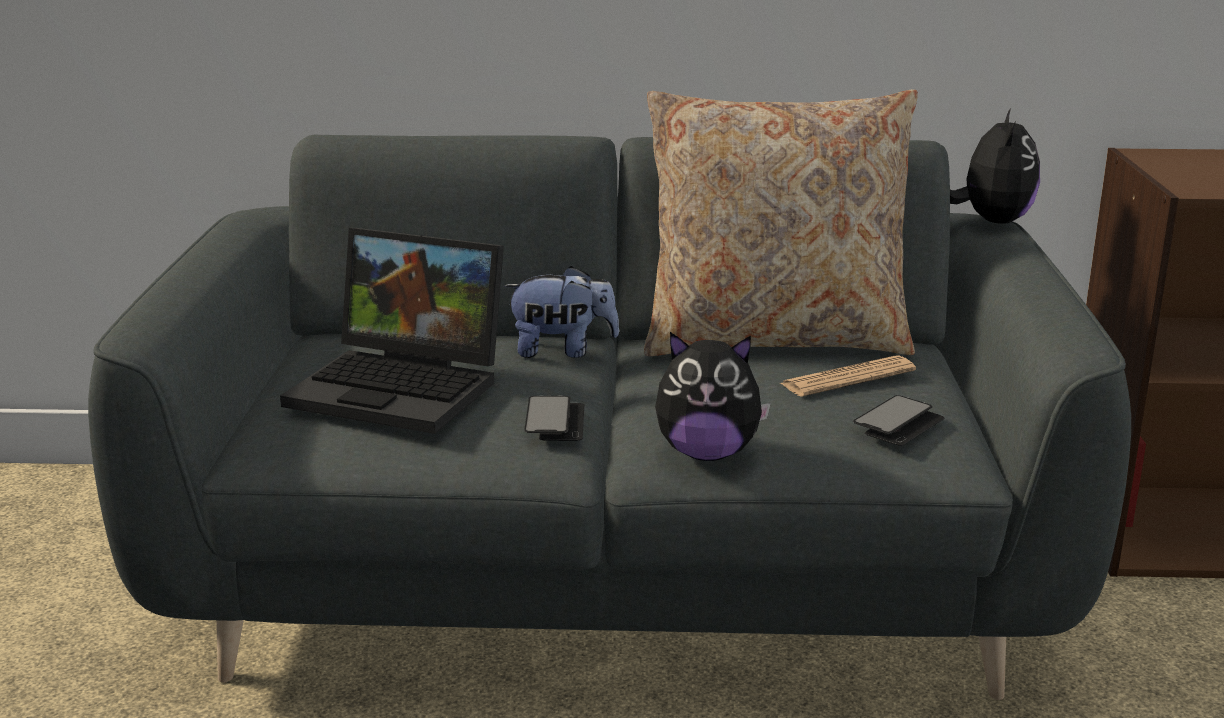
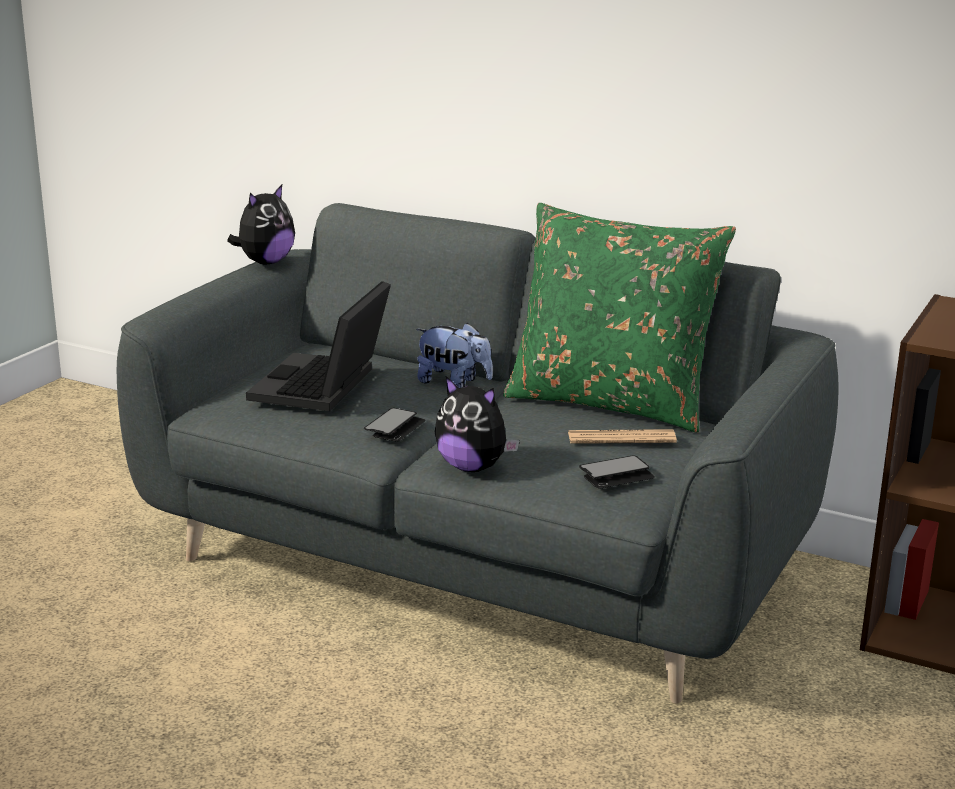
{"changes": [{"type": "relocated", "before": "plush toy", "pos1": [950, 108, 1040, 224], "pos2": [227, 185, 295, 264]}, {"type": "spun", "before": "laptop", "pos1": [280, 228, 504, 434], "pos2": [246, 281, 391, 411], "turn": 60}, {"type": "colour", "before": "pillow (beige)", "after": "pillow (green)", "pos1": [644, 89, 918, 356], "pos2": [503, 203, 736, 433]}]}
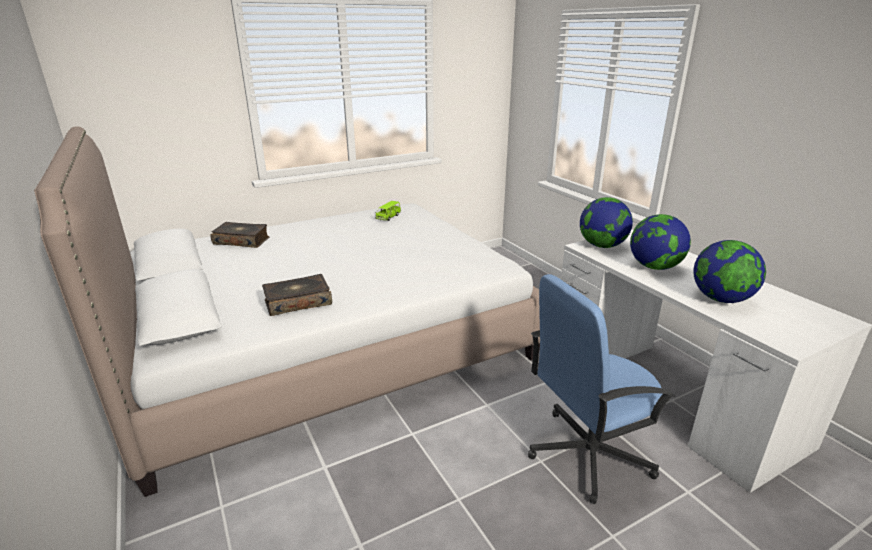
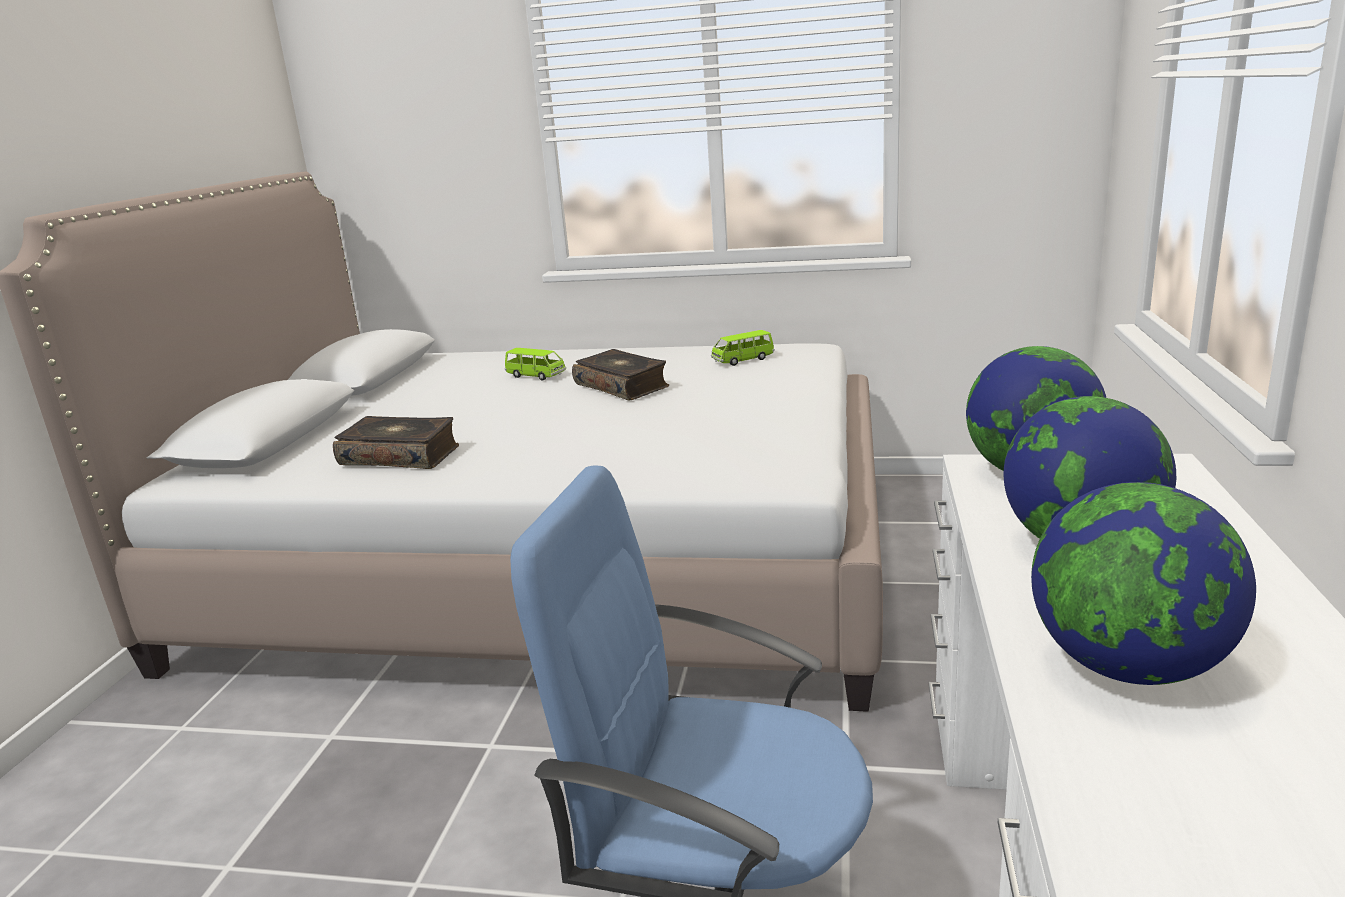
{"changes": [{"type": "appeared", "after": "toy car (green)", "pos2": [505, 348, 566, 380]}, {"type": "relocated", "before": "book", "pos1": [211, 222, 269, 248], "pos2": [572, 349, 669, 401]}]}
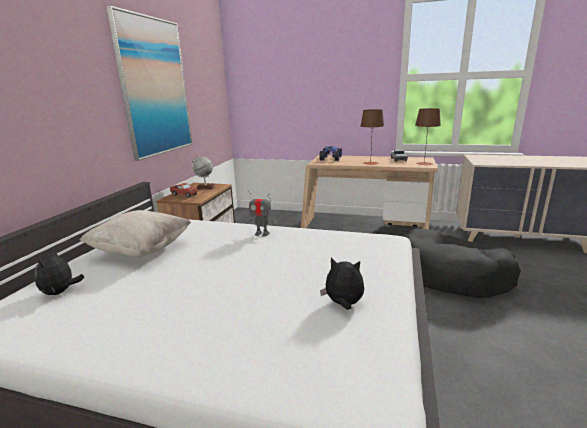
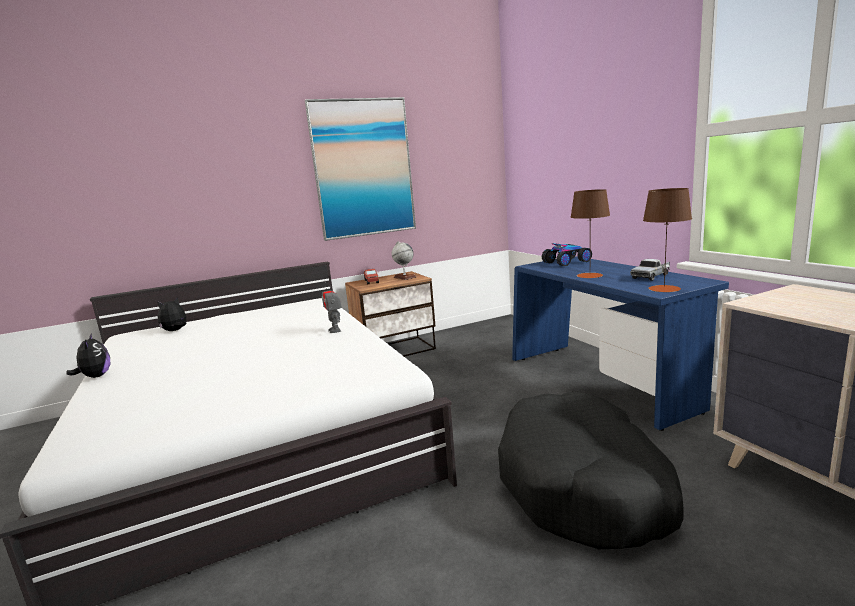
{"changes": [{"type": "relocated", "before": "plush toy", "pos1": [320, 258, 364, 310], "pos2": [66, 334, 110, 378]}, {"type": "colour", "before": "desk (beige)", "after": "desk (blue)", "pos1": [301, 155, 438, 230], "pos2": [512, 256, 729, 431]}, {"type": "missing", "before": "pillow (beige)", "pos1": [80, 210, 191, 257]}]}
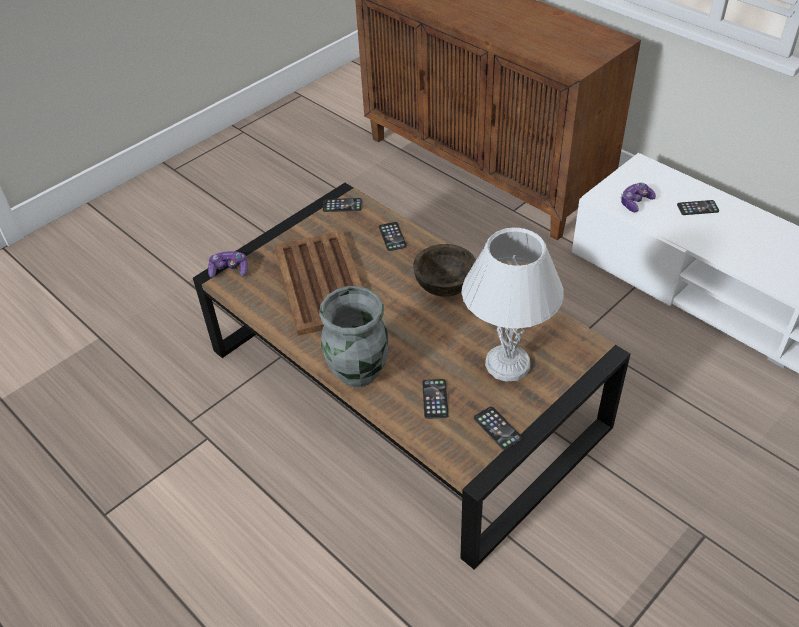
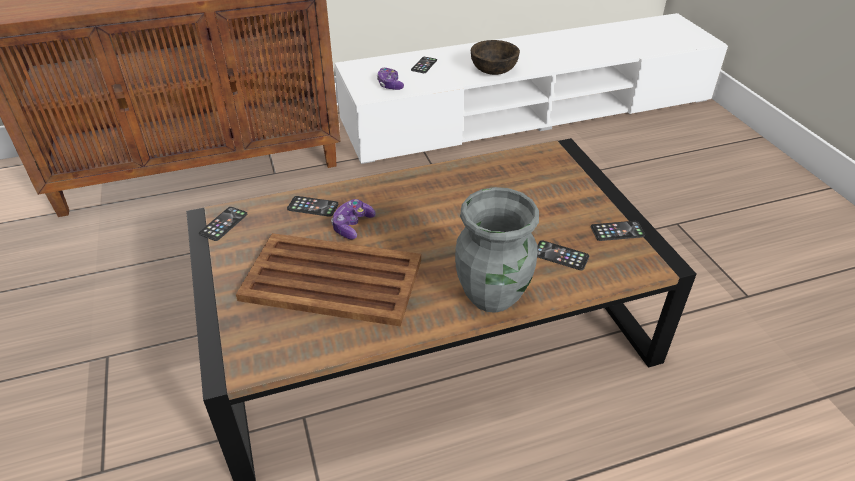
{"changes": [{"type": "relocated", "before": "game controller", "pos1": [208, 251, 248, 278], "pos2": [331, 199, 376, 239]}, {"type": "relocated", "before": "bowl (brown)", "pos1": [413, 244, 476, 297], "pos2": [471, 40, 520, 75]}, {"type": "missing", "before": "table lamp (white)", "pos1": [461, 227, 564, 382]}]}
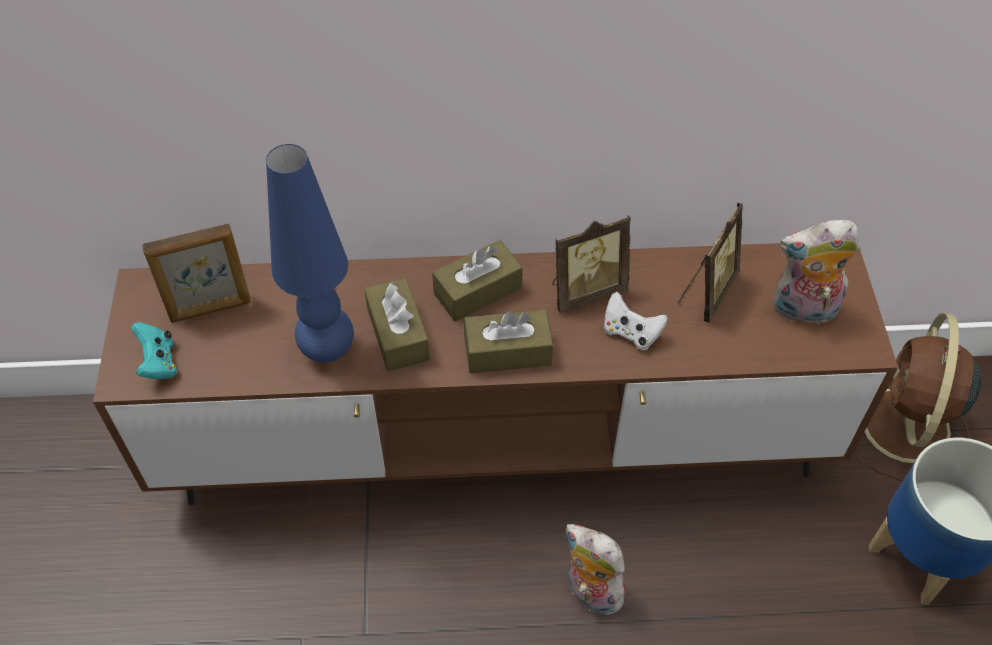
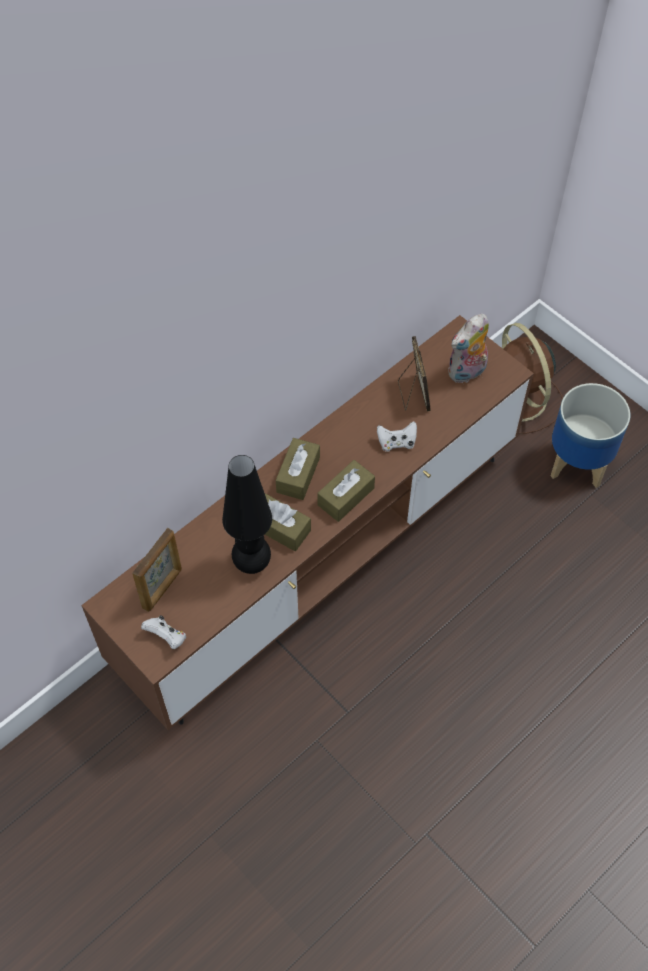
{"changes": [{"type": "colour", "before": "game controller (turquoise)", "after": "game controller (white)", "pos1": [131, 322, 177, 379], "pos2": [141, 615, 186, 649]}, {"type": "colour", "before": "table lamp (blue)", "after": "table lamp (black)", "pos1": [266, 144, 354, 363], "pos2": [222, 455, 272, 574]}, {"type": "missing", "before": "picture frame", "pos1": [552, 215, 631, 313]}, {"type": "missing", "before": "plush toy", "pos1": [565, 524, 627, 616]}]}
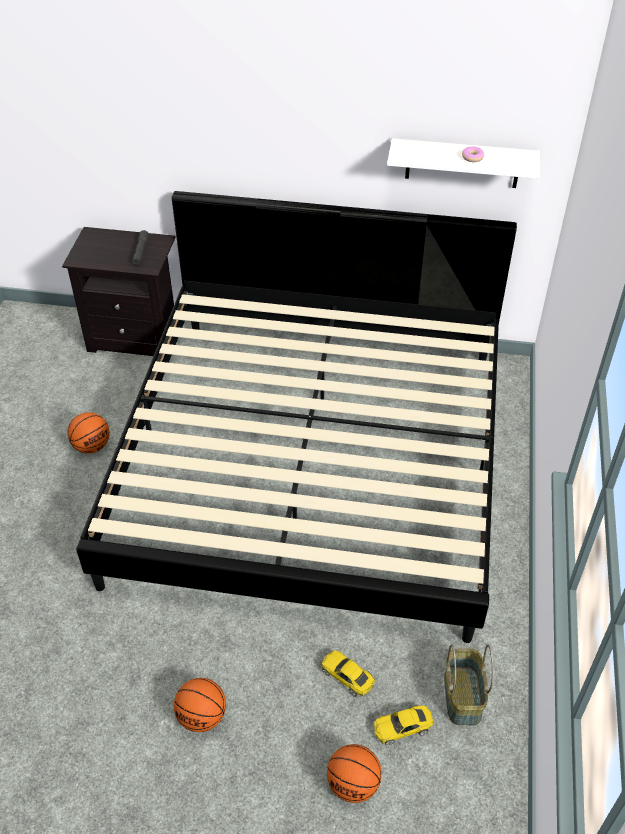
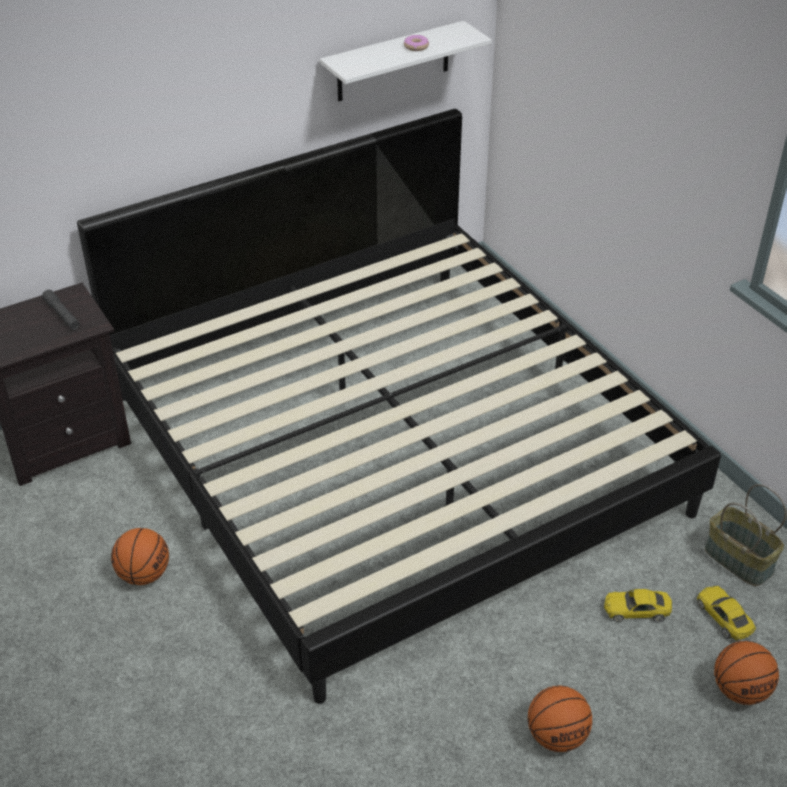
{"changes": [{"type": "spun", "before": "toy car (yellow)", "pos1": [374, 705, 434, 745], "pos2": [697, 586, 756, 641], "turn": 120}]}
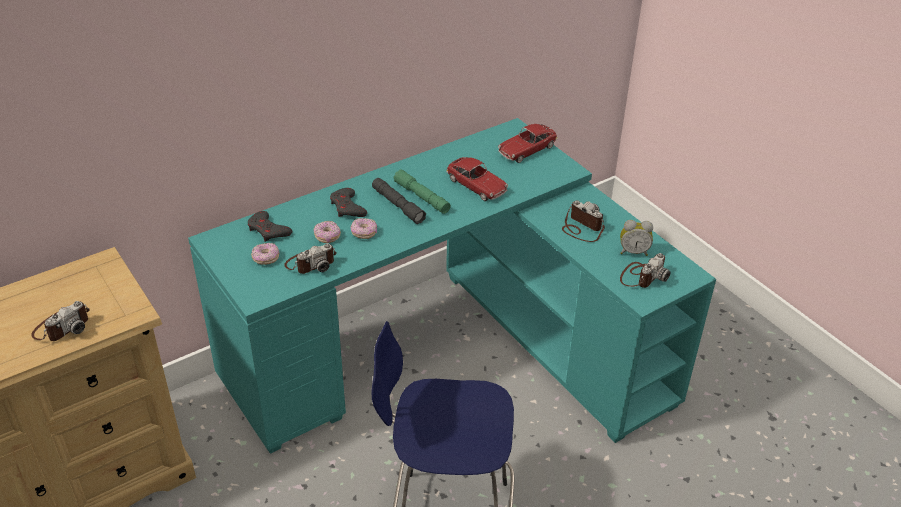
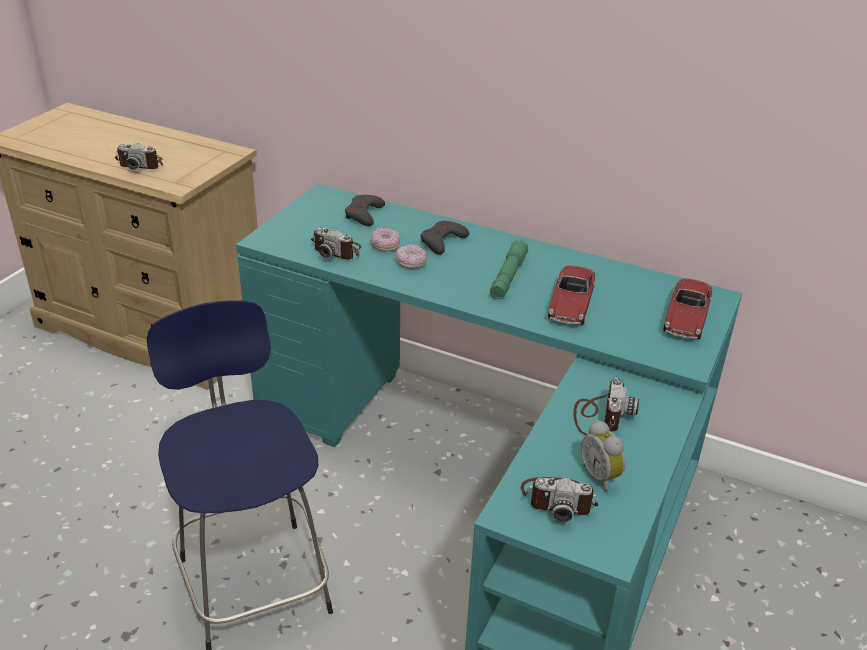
{"changes": [{"type": "spun", "before": "toy car", "pos1": [498, 124, 557, 163], "pos2": [663, 279, 712, 339], "turn": -90}, {"type": "missing", "before": "donut", "pos1": [251, 243, 280, 265]}, {"type": "missing", "before": "flashlight (grey)", "pos1": [372, 178, 426, 224]}]}
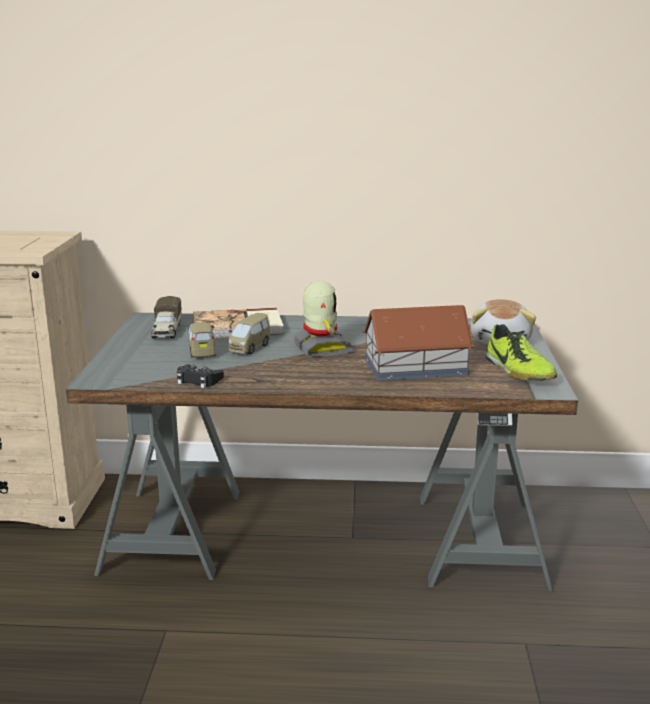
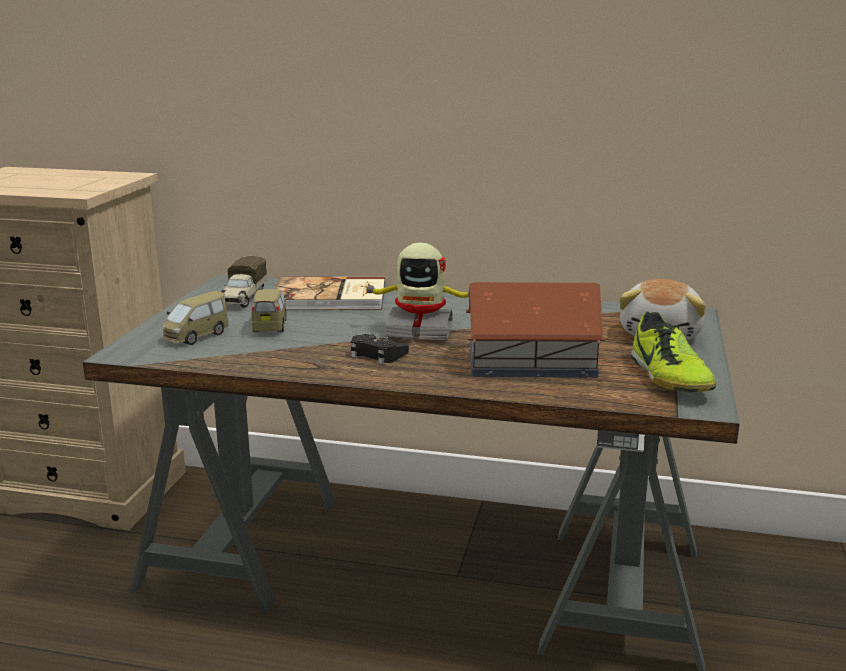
{"changes": [{"type": "relocated", "before": "toy car", "pos1": [228, 313, 270, 354], "pos2": [163, 291, 228, 345]}, {"type": "relocated", "before": "game controller (black)", "pos1": [177, 364, 224, 388], "pos2": [351, 333, 409, 365]}, {"type": "spun", "before": "toy robot", "pos1": [294, 281, 354, 357], "pos2": [360, 243, 469, 340], "turn": 105}]}
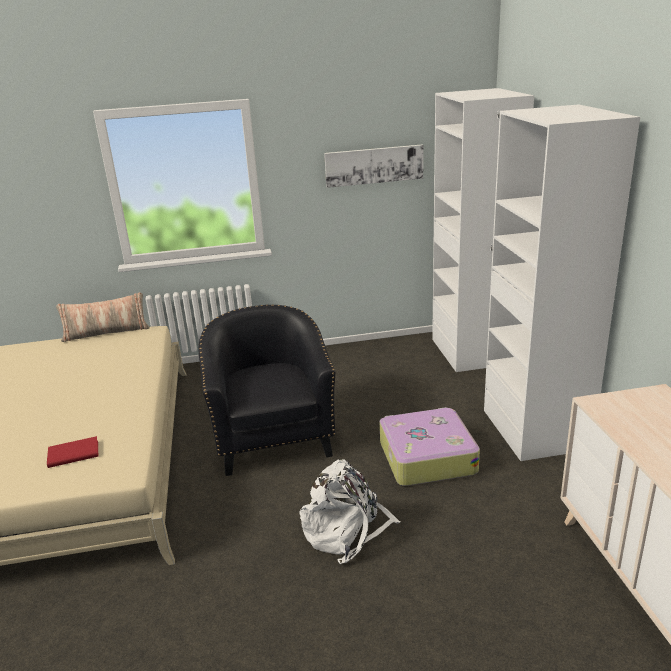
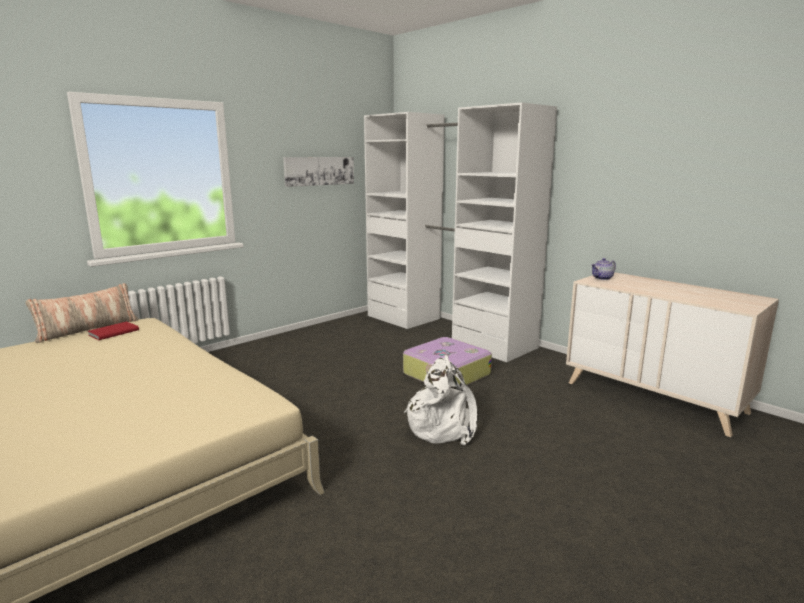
{"changes": [{"type": "relocated", "before": "book (red)", "pos1": [47, 436, 98, 468], "pos2": [88, 321, 139, 340]}, {"type": "appeared", "after": "teapot", "pos2": [591, 258, 616, 280]}, {"type": "missing", "before": "armchair (black)", "pos1": [198, 304, 336, 476]}]}
